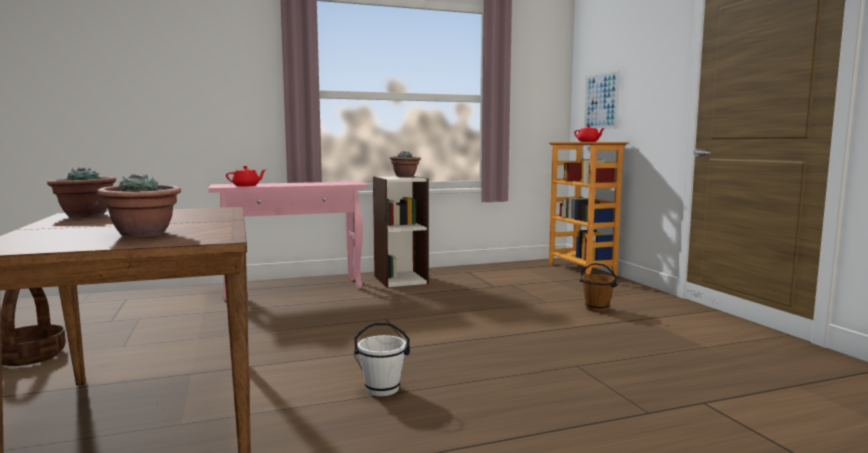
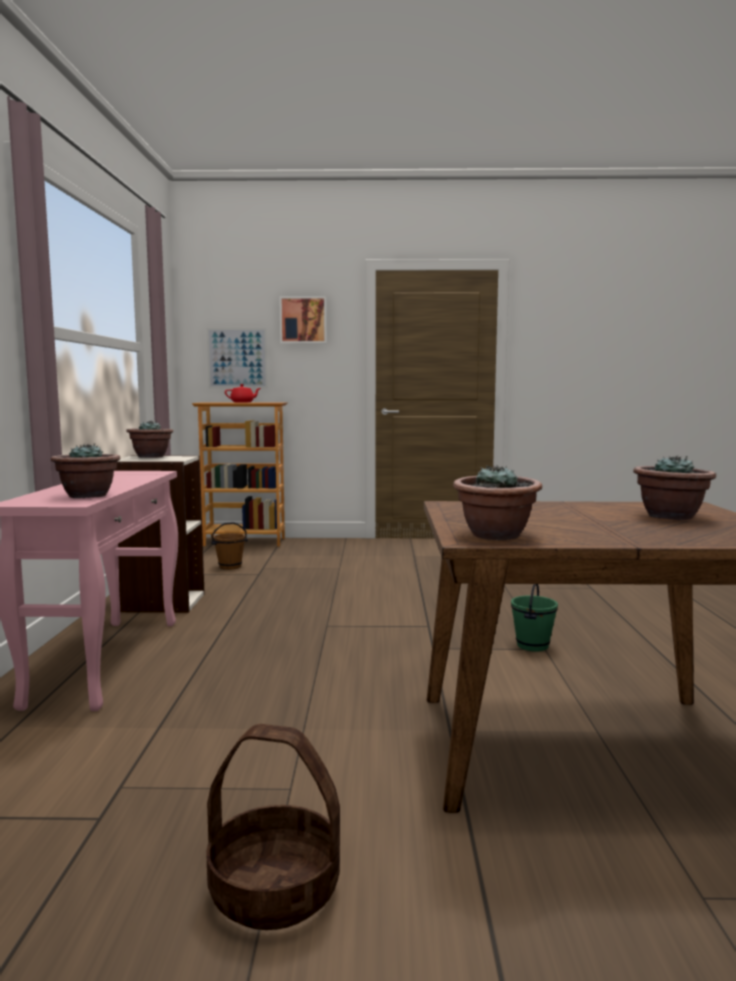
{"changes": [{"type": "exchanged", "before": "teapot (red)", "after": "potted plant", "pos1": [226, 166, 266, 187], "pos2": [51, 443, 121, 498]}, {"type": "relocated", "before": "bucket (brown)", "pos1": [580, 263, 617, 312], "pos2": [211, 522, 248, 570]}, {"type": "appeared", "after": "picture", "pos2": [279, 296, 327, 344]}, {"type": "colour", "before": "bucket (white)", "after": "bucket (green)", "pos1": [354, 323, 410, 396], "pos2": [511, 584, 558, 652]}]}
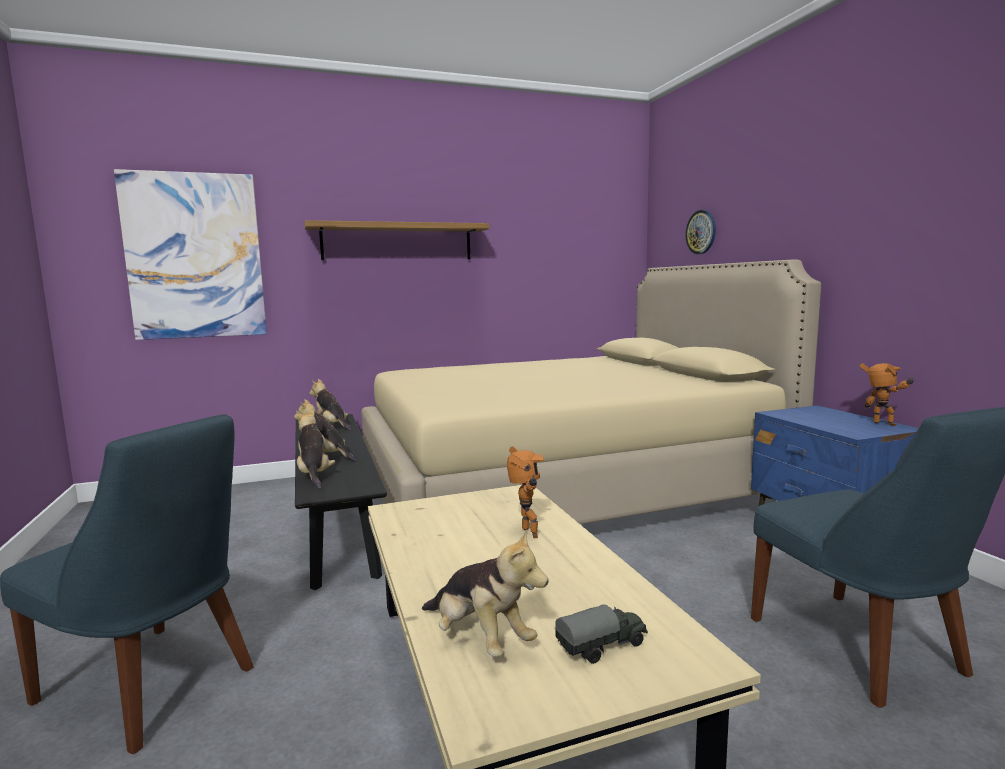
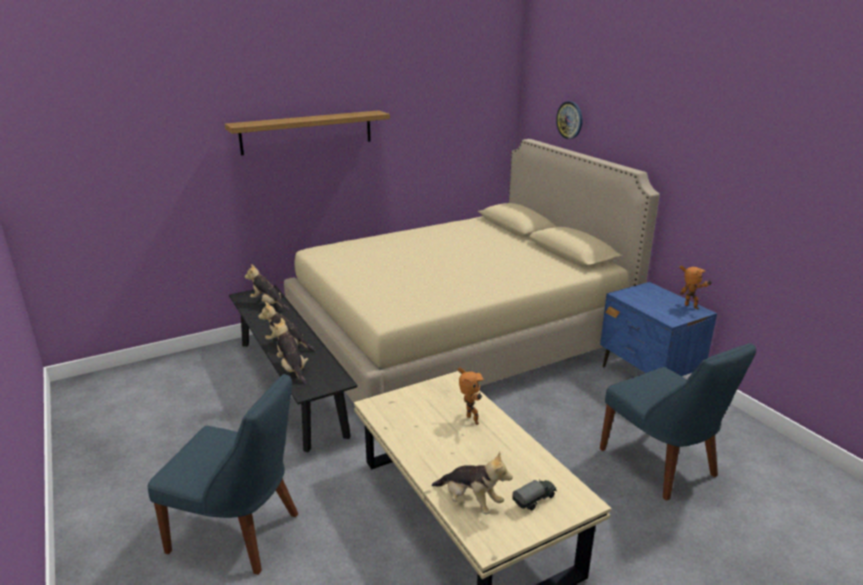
{"changes": [{"type": "missing", "before": "picture", "pos1": [114, 169, 267, 340]}]}
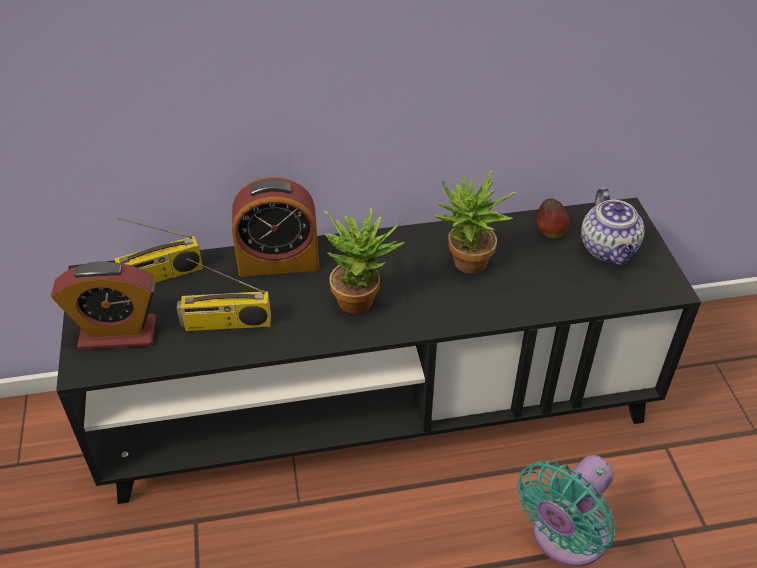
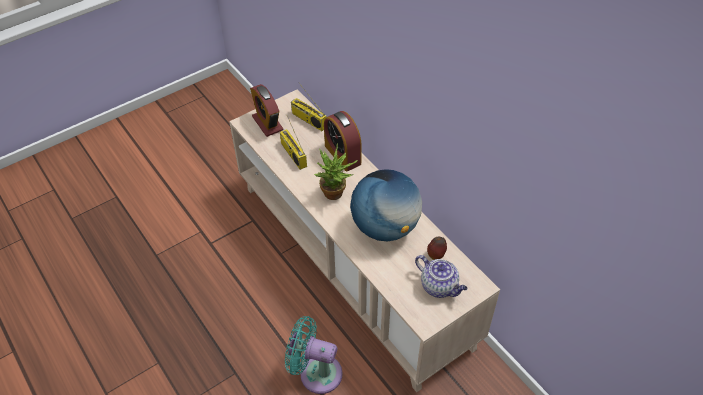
{"changes": [{"type": "colour", "before": "tv stand (black)", "after": "tv stand (beige)", "pos1": [56, 197, 701, 504], "pos2": [229, 89, 500, 392]}, {"type": "exchanged", "before": "potted plant", "after": "globe", "pos1": [435, 170, 517, 273], "pos2": [350, 169, 422, 241]}, {"type": "spun", "before": "teapot", "pos1": [581, 188, 644, 265], "pos2": [415, 255, 468, 298], "turn": -105}]}
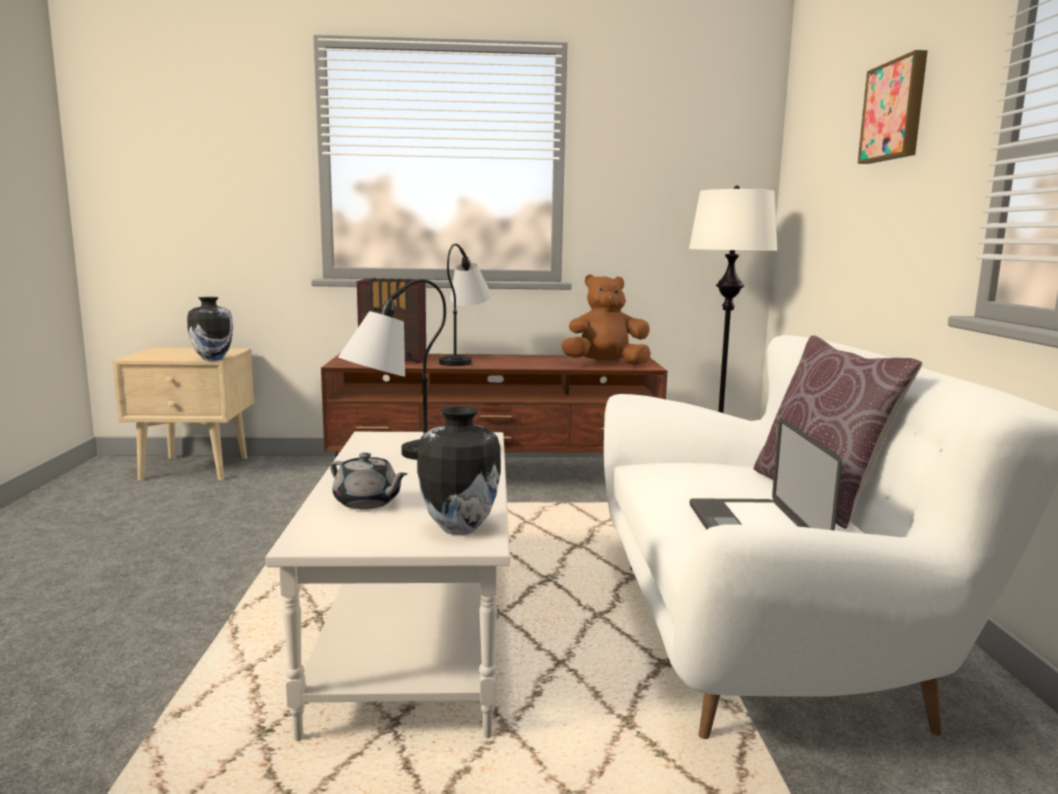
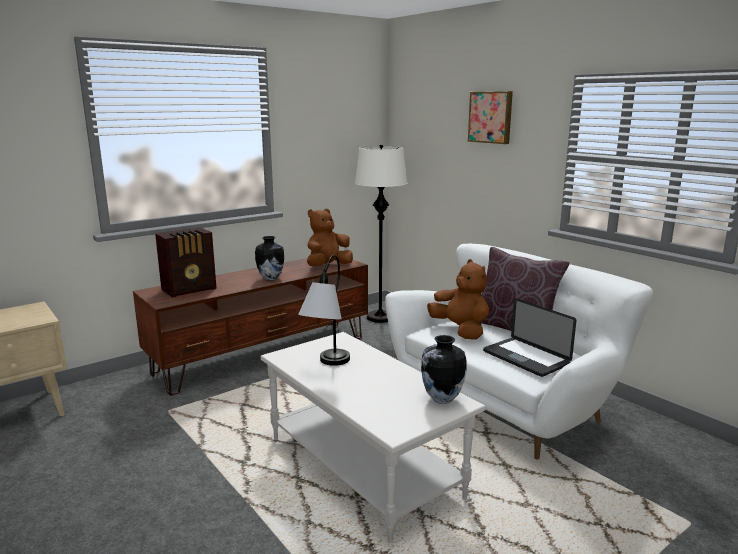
{"changes": [{"type": "relocated", "before": "vase", "pos1": [187, 297, 233, 361], "pos2": [255, 236, 284, 280]}, {"type": "appeared", "after": "plush toy (brown)", "pos2": [427, 259, 489, 340]}, {"type": "missing", "before": "teapot (grey)", "pos1": [330, 453, 407, 509]}, {"type": "missing", "before": "table lamp", "pos1": [439, 244, 492, 366]}]}
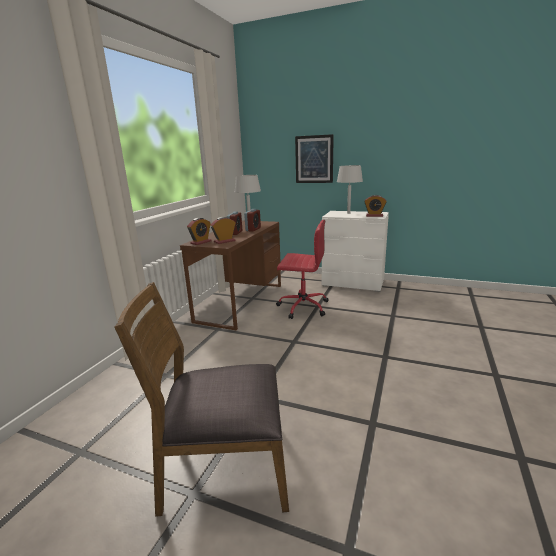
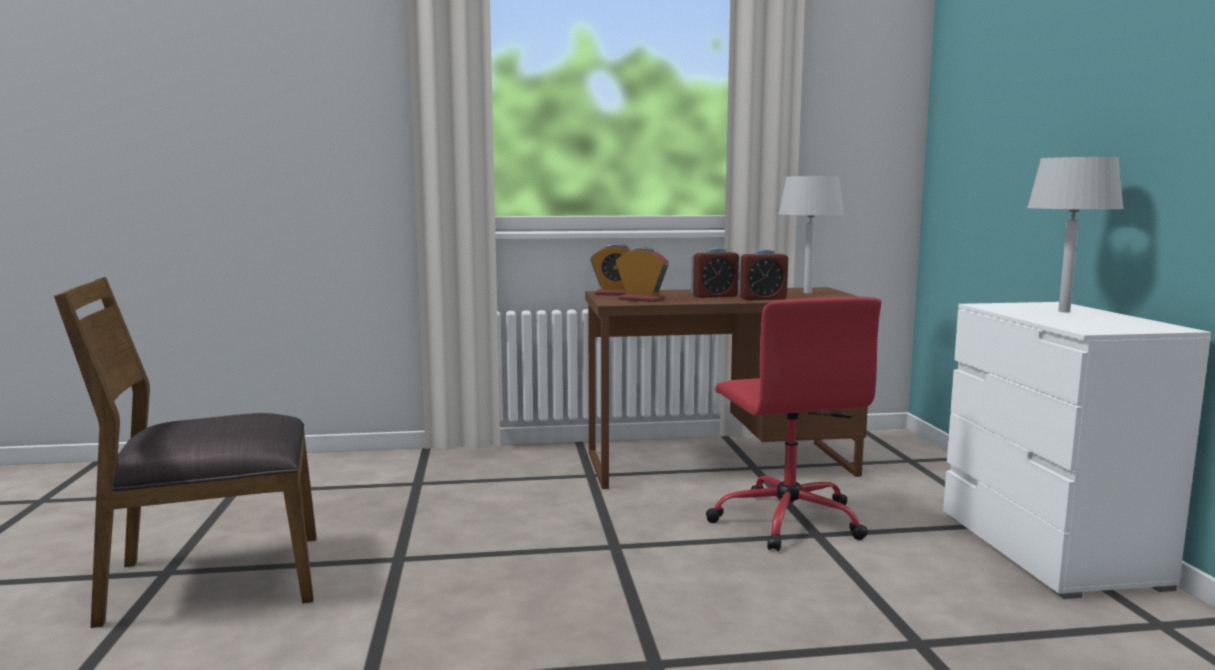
{"changes": [{"type": "spun", "before": "chair (brown)", "pos1": [115, 282, 289, 517], "pos2": [54, 277, 317, 628], "turn": -75}, {"type": "missing", "before": "picture", "pos1": [295, 134, 334, 183]}, {"type": "missing", "before": "alarm clock", "pos1": [364, 195, 386, 217]}]}
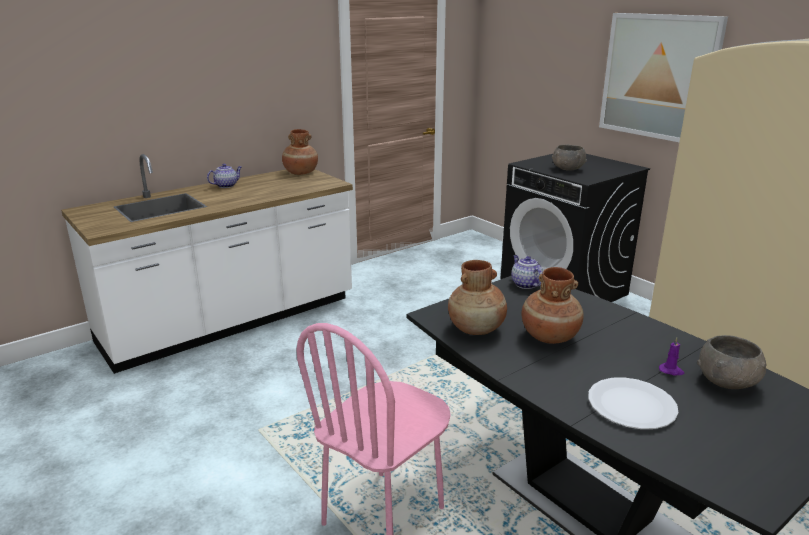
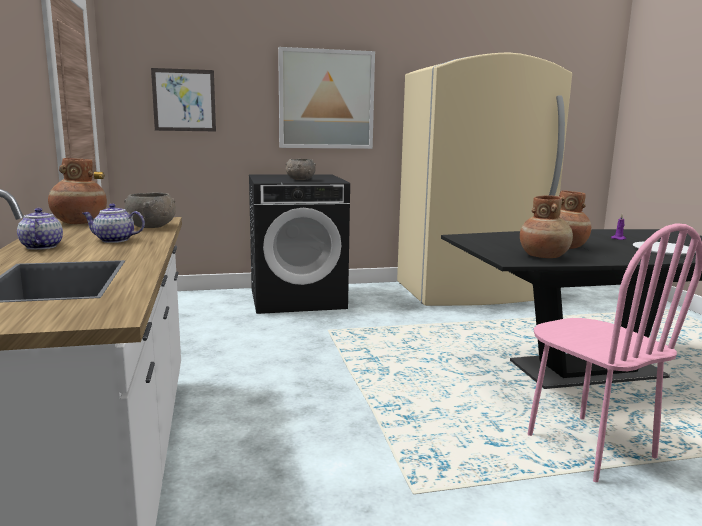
{"changes": [{"type": "relocated", "before": "teapot", "pos1": [511, 255, 543, 289], "pos2": [82, 204, 145, 243]}, {"type": "relocated", "before": "bowl (grey)", "pos1": [697, 335, 766, 389], "pos2": [124, 193, 176, 228]}, {"type": "appeared", "after": "picture", "pos2": [151, 68, 216, 131]}]}
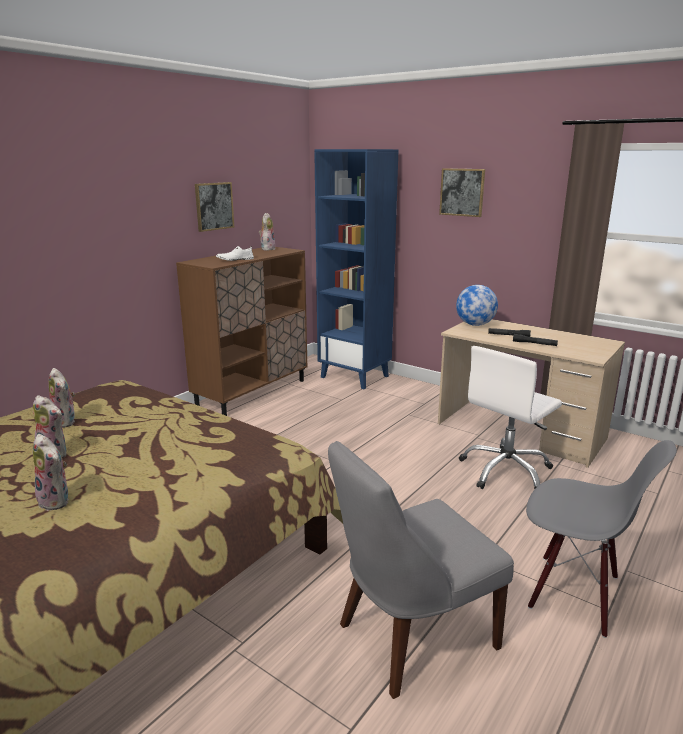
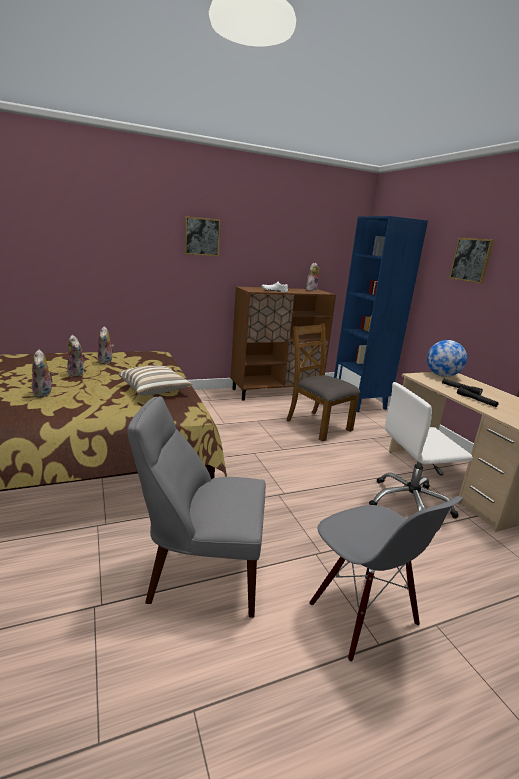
{"changes": [{"type": "appeared", "after": "pillow", "pos2": [118, 365, 193, 395]}, {"type": "relocated", "before": "picture", "pos1": [195, 182, 234, 232], "pos2": [185, 216, 220, 256]}, {"type": "appeared", "after": "chair (brown)", "pos2": [286, 323, 360, 441]}]}
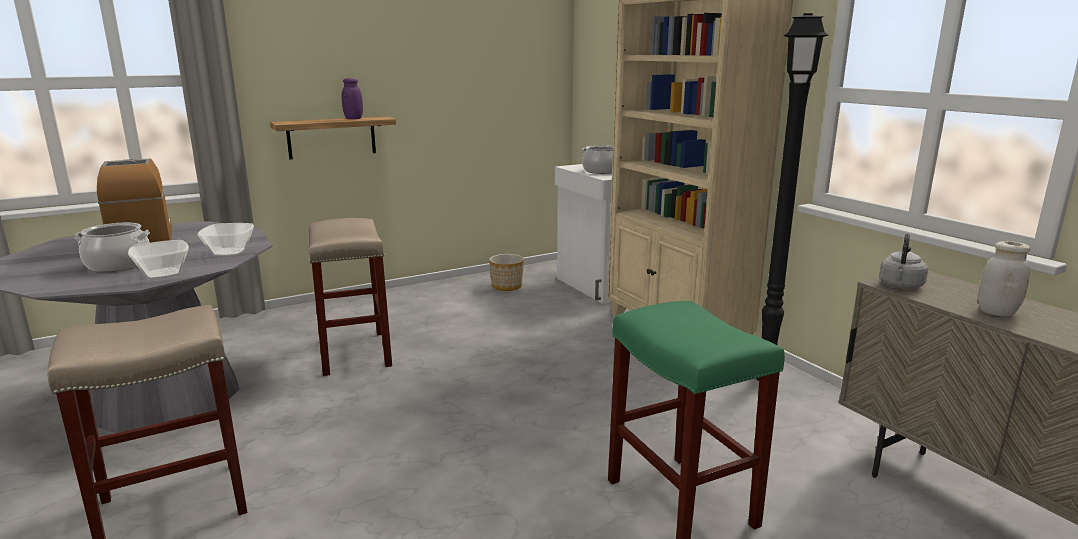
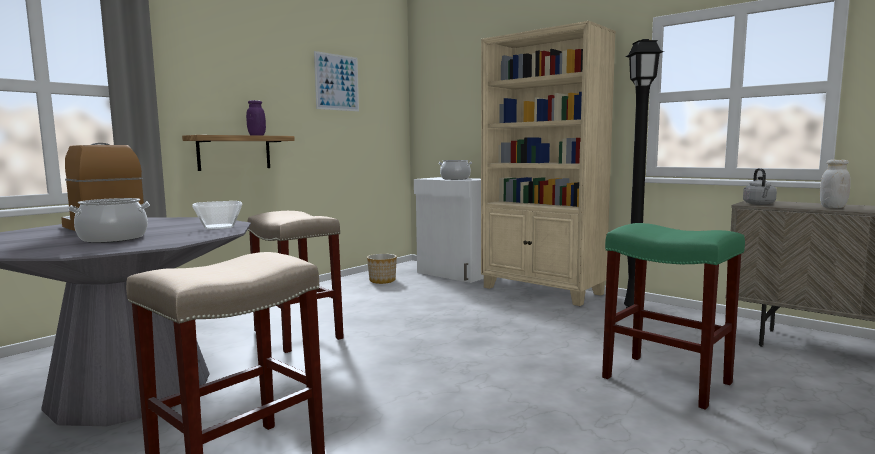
{"changes": [{"type": "appeared", "after": "picture", "pos2": [314, 51, 359, 111]}, {"type": "missing", "before": "bowl", "pos1": [128, 240, 189, 279]}]}
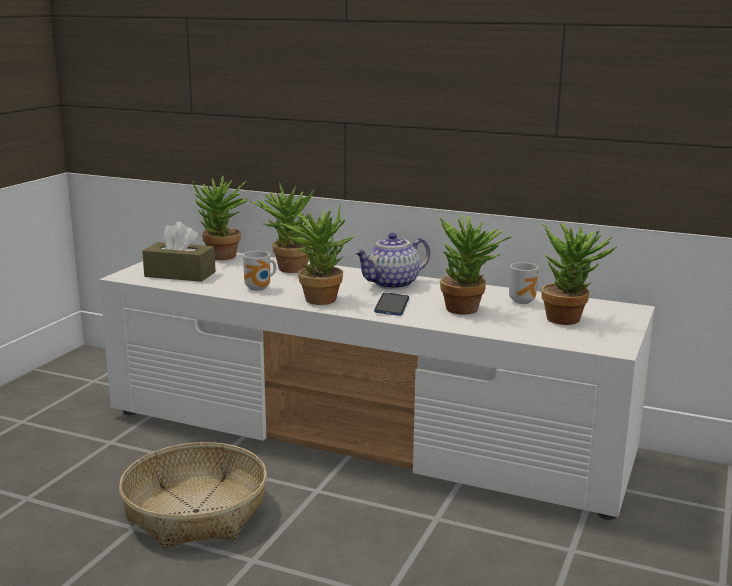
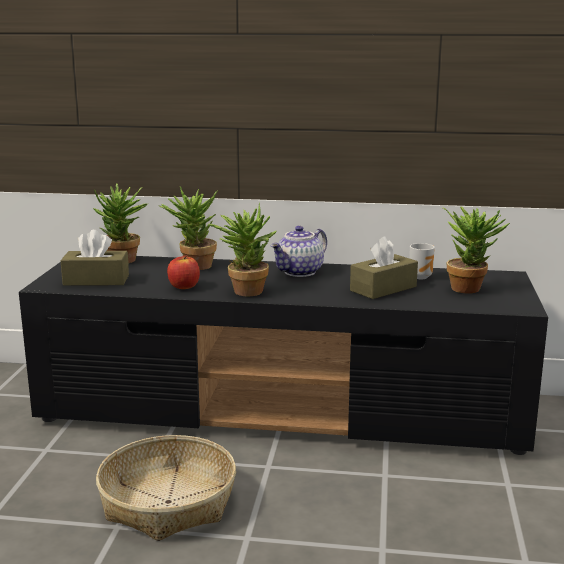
{"changes": [{"type": "colour", "before": "tv stand (white)", "after": "tv stand (black)", "pos1": [99, 253, 655, 520], "pos2": [19, 256, 548, 455]}, {"type": "exchanged", "before": "mug", "after": "apple", "pos1": [243, 251, 276, 291], "pos2": [167, 255, 200, 289]}, {"type": "exchanged", "before": "potted plant", "after": "tissue box (brown)", "pos1": [439, 215, 512, 315], "pos2": [350, 237, 418, 299]}, {"type": "missing", "before": "phone", "pos1": [374, 293, 409, 316]}]}
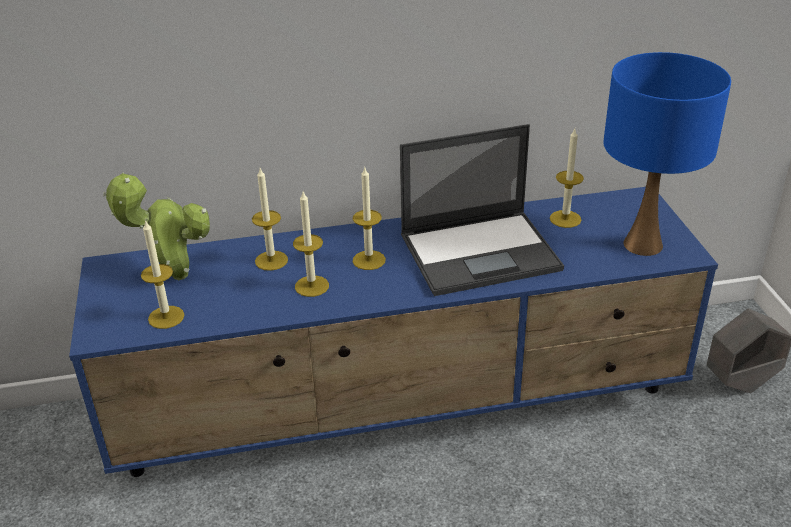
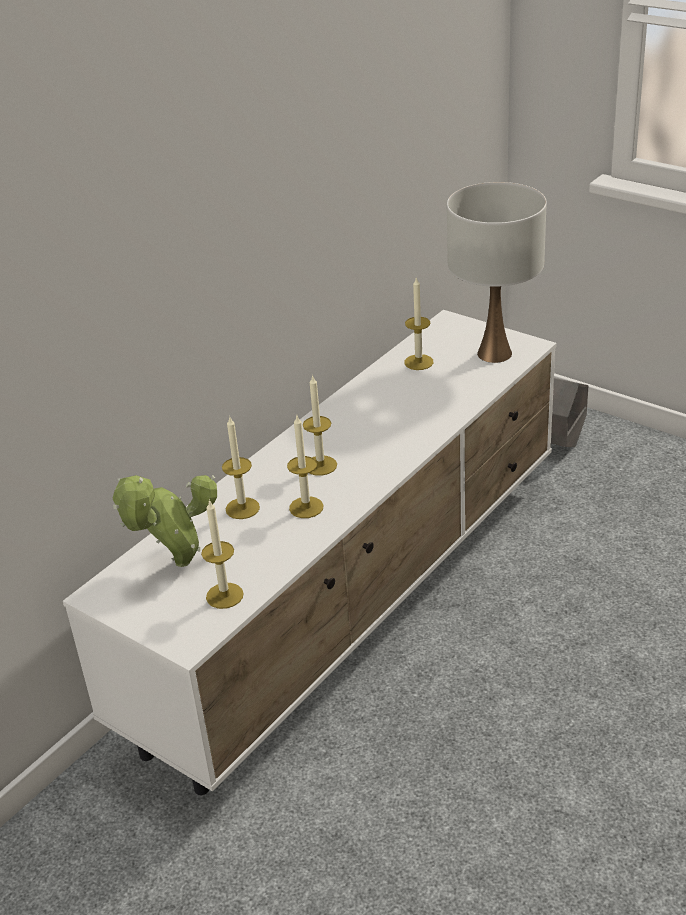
{"changes": [{"type": "colour", "before": "tv stand (blue)", "after": "tv stand (white)", "pos1": [69, 187, 718, 477], "pos2": [63, 310, 557, 795]}, {"type": "colour", "before": "table lamp (blue)", "after": "table lamp (white)", "pos1": [603, 52, 731, 256], "pos2": [447, 182, 547, 363]}, {"type": "missing", "before": "laptop", "pos1": [400, 124, 564, 296]}]}
